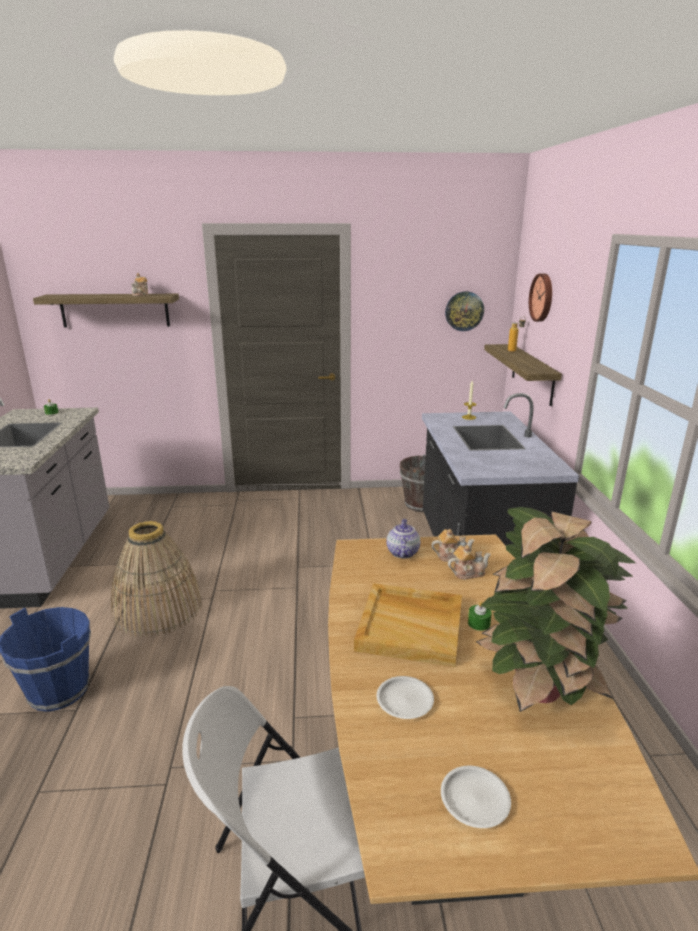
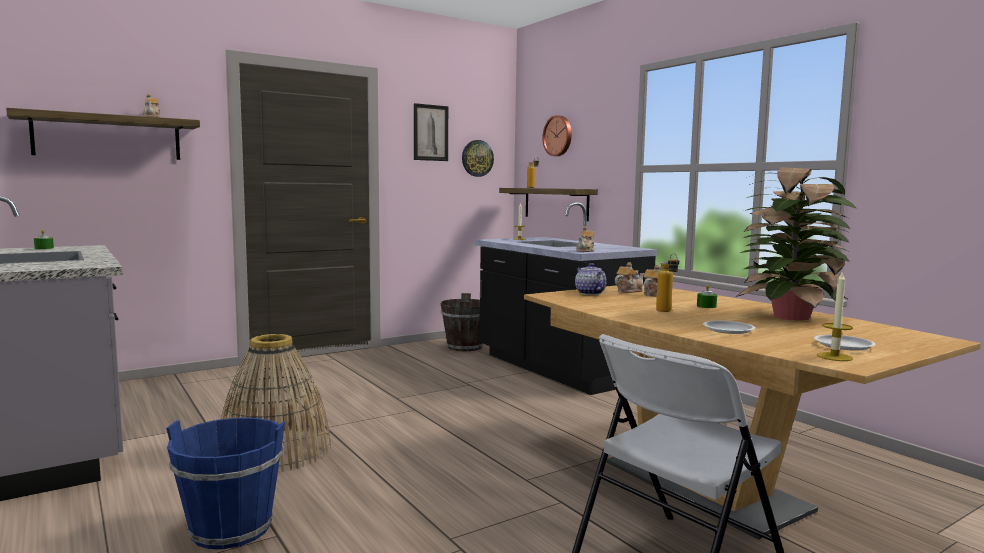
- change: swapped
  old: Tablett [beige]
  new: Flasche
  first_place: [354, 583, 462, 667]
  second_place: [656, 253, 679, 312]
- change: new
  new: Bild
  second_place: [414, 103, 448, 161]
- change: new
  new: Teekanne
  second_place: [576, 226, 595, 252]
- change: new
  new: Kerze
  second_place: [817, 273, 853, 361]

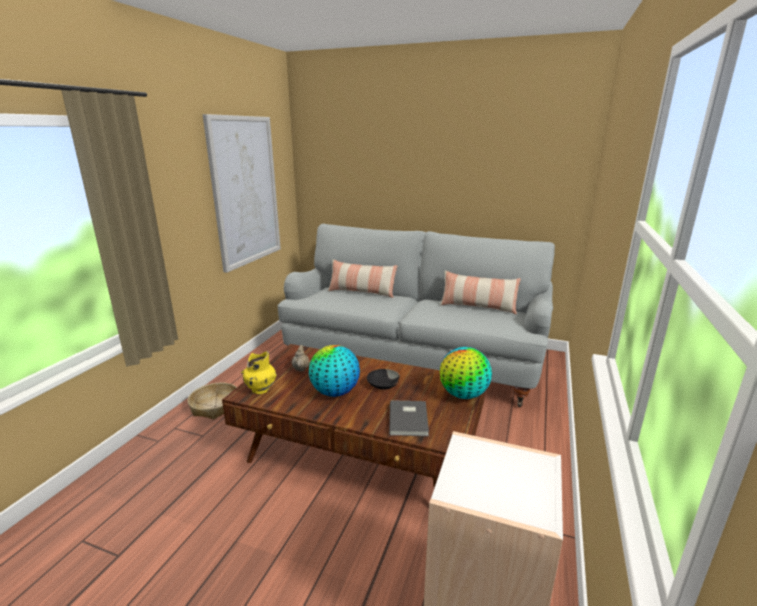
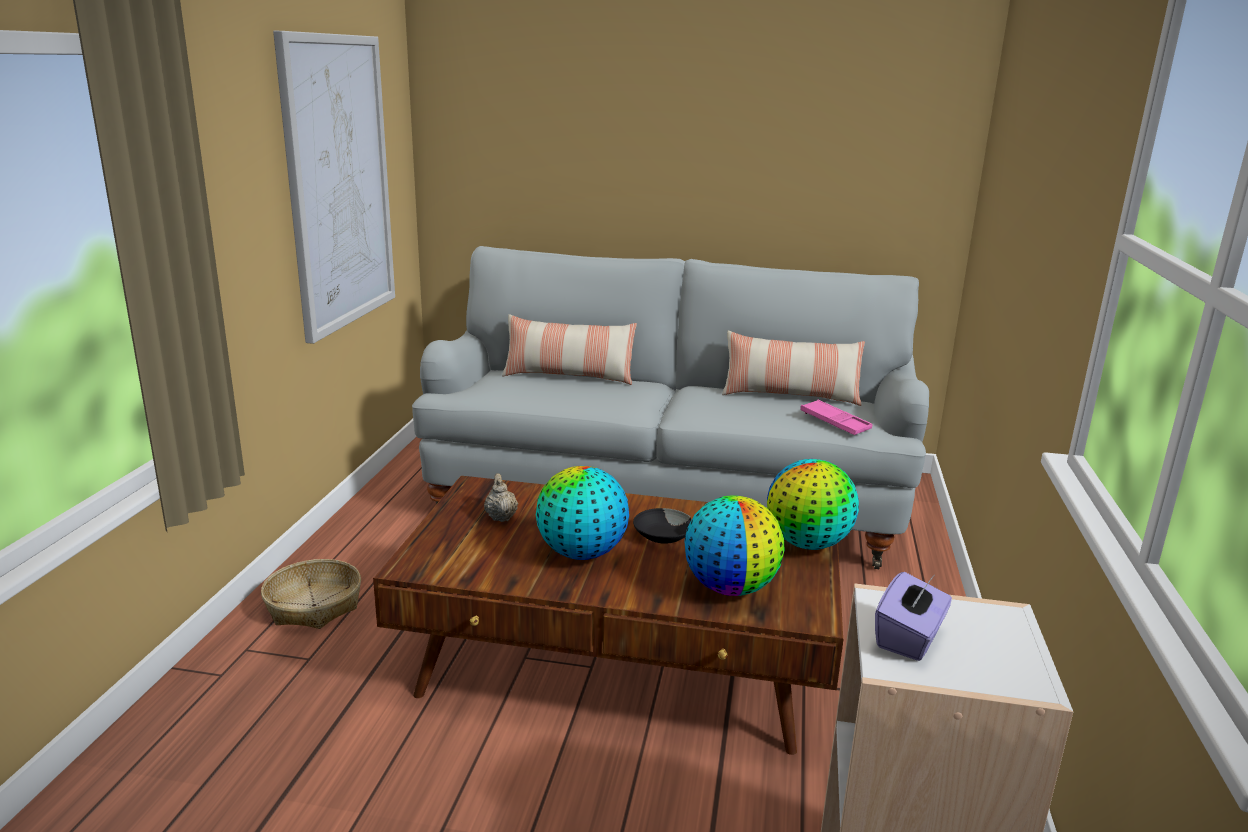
- change: gone
  old: Vase [gelb]
  first_place: [241, 351, 277, 394]
- change: swapped
  old: Buch [grau]
  new: Globus
  first_place: [389, 400, 429, 436]
  second_place: [684, 495, 785, 596]
- change: new
  new: Tablett [rosa]
  second_place: [800, 400, 872, 435]
- change: new
  new: Taschentuchbox [lila]
  second_place: [875, 572, 952, 661]

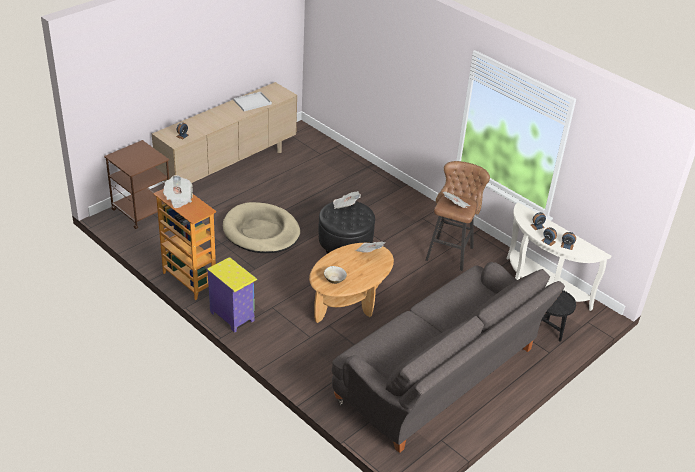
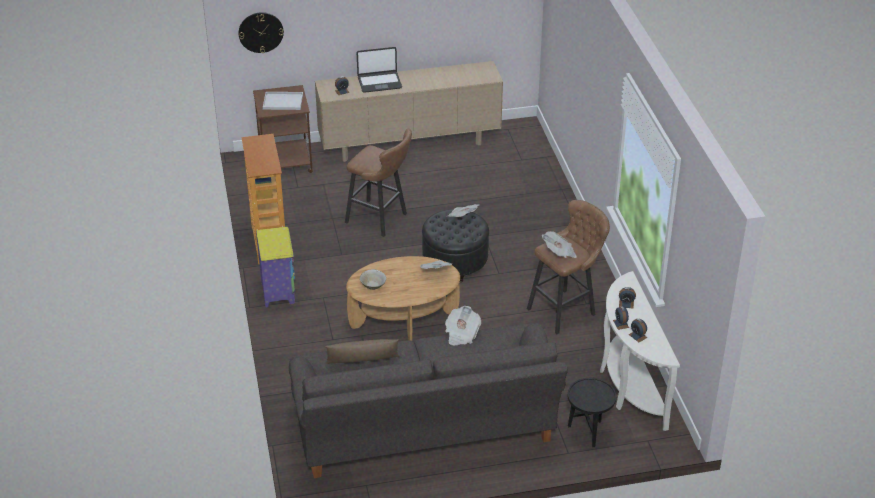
- change: shifted
  old: Tablett [weiß]
  first_place: [233, 92, 272, 111]
  second_place: [263, 92, 303, 110]
- change: shifted
  old: Zeitung
  first_place: [163, 175, 193, 208]
  second_place: [445, 306, 481, 346]
- change: swapped
  old: Hundebett [beige]
  new: Hocker [braun]
  first_place: [223, 202, 300, 253]
  second_place: [345, 129, 412, 237]
- change: new
  new: Wanduhr
  second_place: [239, 12, 284, 53]
- change: new
  new: Laptop
  second_place: [357, 47, 402, 93]
- change: new
  new: Kissen [braun]
  second_place: [325, 339, 399, 364]

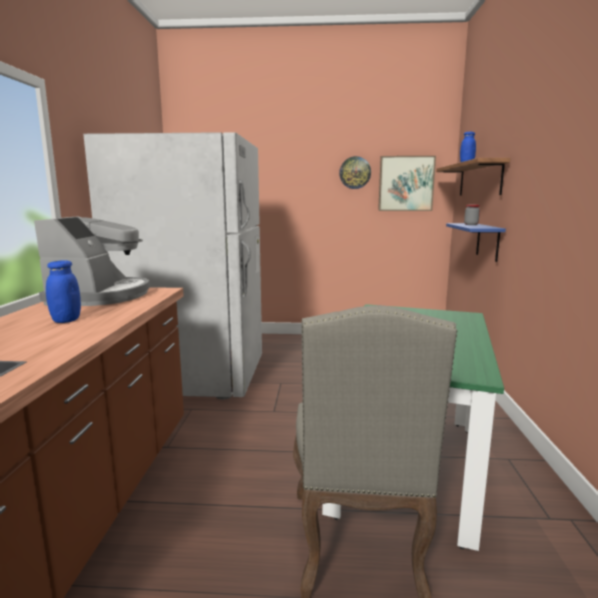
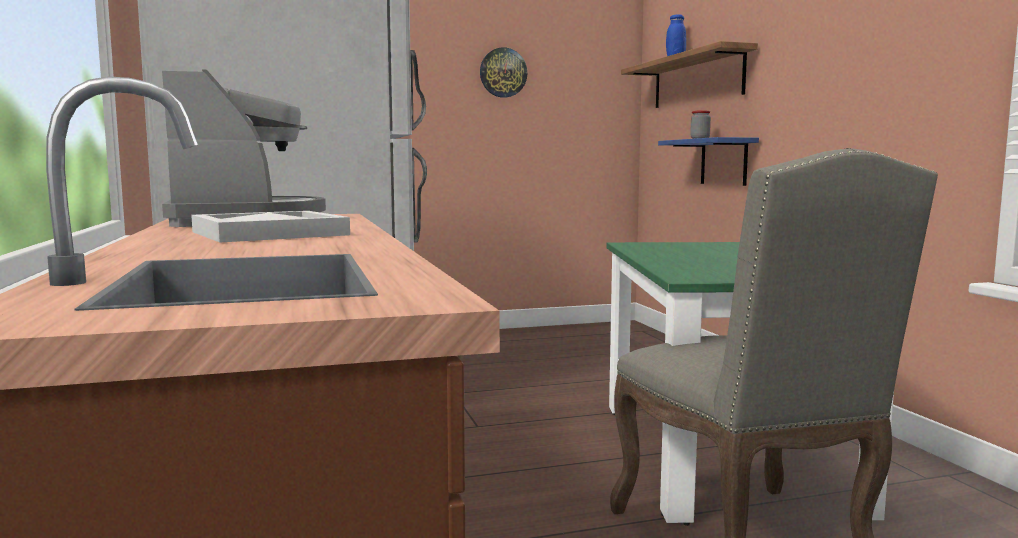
- change: gone
  old: Bild
  first_place: [378, 156, 436, 211]
- change: swapped
  old: Vorratsglas [blau]
  new: Tablett [weiß]
  first_place: [46, 260, 81, 323]
  second_place: [191, 211, 350, 243]

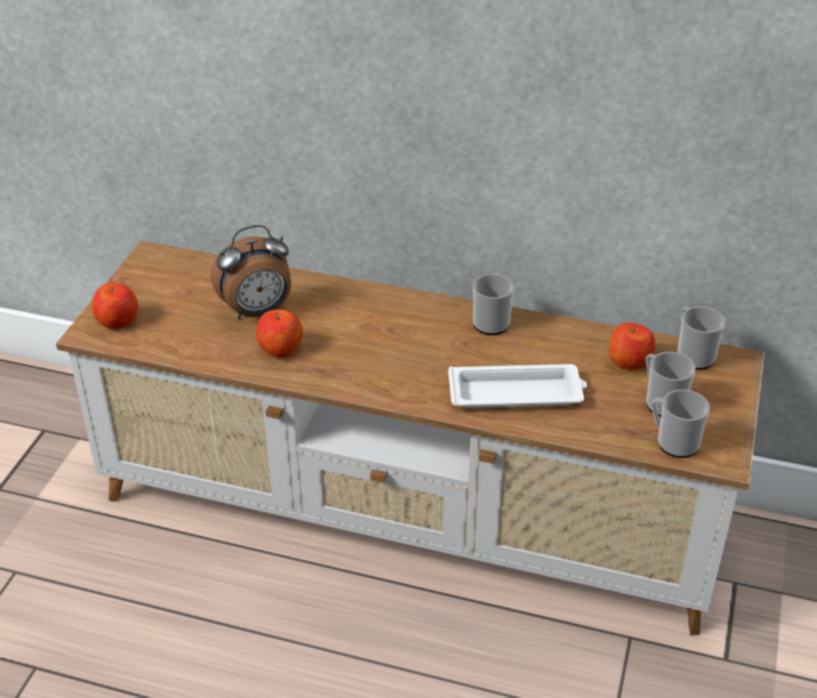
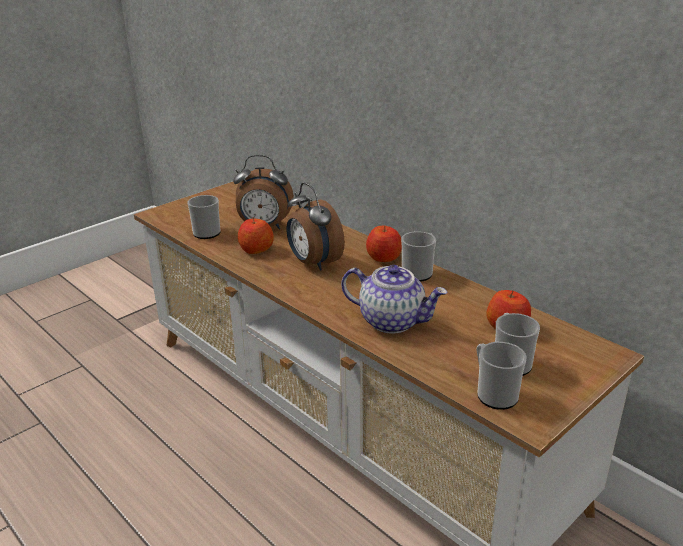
- change: shifted
  old: Apfel
  first_place: [92, 283, 138, 329]
  second_place: [366, 226, 402, 262]
- change: shifted
  old: Henkelbecher
  first_place: [677, 306, 726, 370]
  second_place: [187, 195, 221, 239]
- change: swapped
  old: Tablett [weiß]
  new: Teekanne
  first_place: [448, 364, 587, 408]
  second_place: [341, 265, 447, 334]
- change: new
  new: Wecker
  second_place: [287, 182, 345, 271]

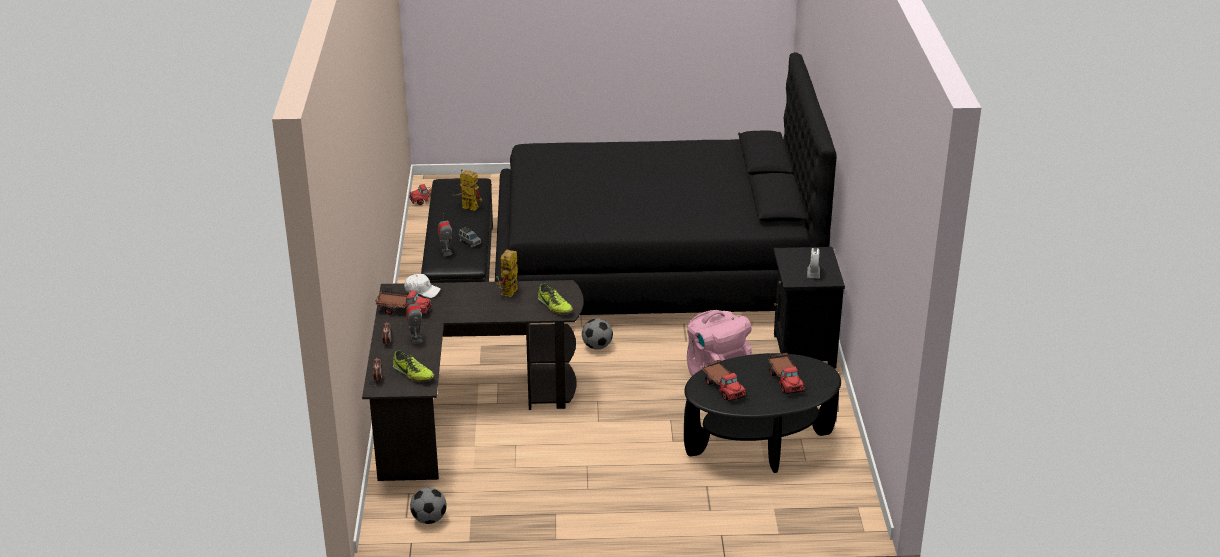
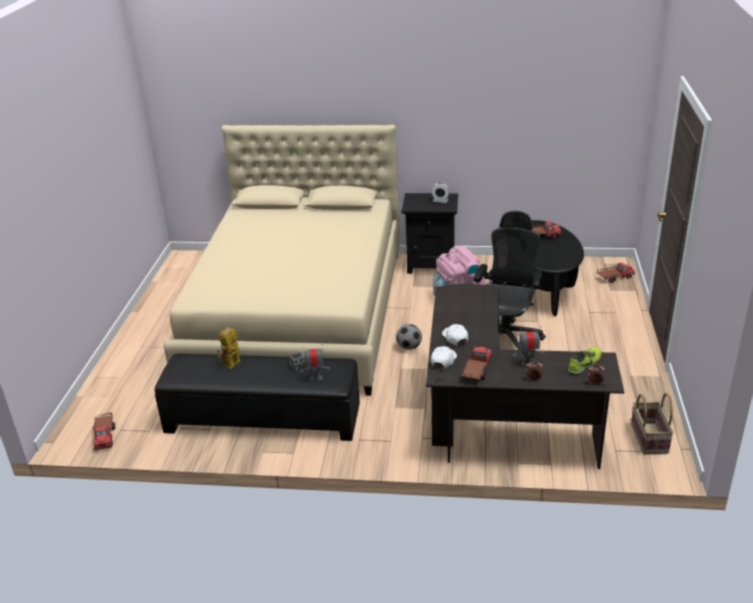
- change: repainted
  old: Bett [schwarz]
  new: Bett [beige]
  first_place: [495, 52, 837, 315]
  second_place: [163, 125, 400, 396]
- change: gone
  old: Spielzeugroboter
  first_place: [496, 250, 518, 297]
- change: gone
  old: Schuh
  first_place: [538, 283, 573, 314]
- change: shifted
  old: Spielzeuglaster
  first_place: [702, 360, 747, 401]
  second_place: [597, 262, 635, 283]
- change: swapped
  old: Fußball
  new: Korb
  first_place: [410, 487, 447, 524]
  second_place: [631, 393, 674, 455]
- change: new
  new: Bürostuhl
  second_place: [474, 211, 546, 350]
- change: new
  new: Kappe [weiß]
  second_place: [442, 324, 468, 346]

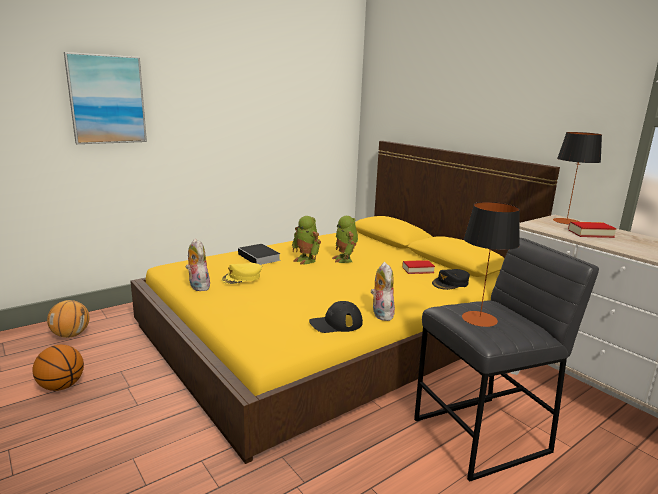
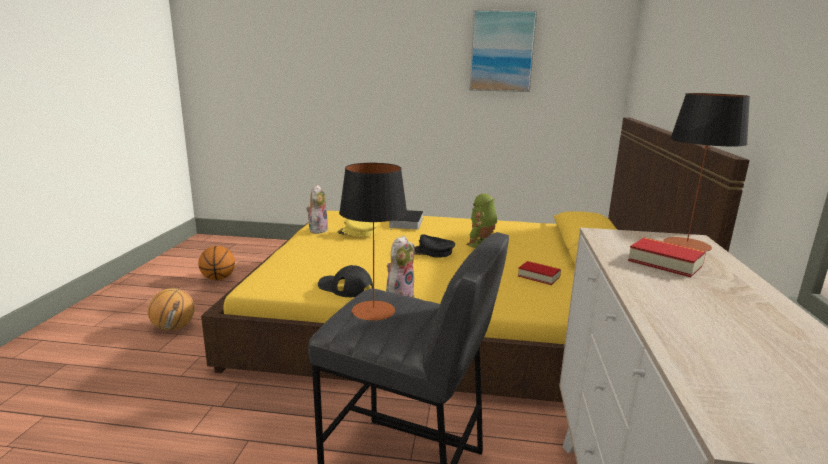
- change: shifted
  old: Bild
  first_place: [64, 52, 147, 144]
  second_place: [469, 10, 537, 92]
- change: gone
  old: Spielzeugroboter
  first_place: [292, 216, 321, 265]
- change: shifted
  old: Kappe [schwarz]
  first_place: [432, 269, 470, 290]
  second_place: [414, 234, 455, 258]
- change: shifted
  old: Basketball
  first_place: [47, 300, 90, 338]
  second_place: [148, 288, 195, 331]

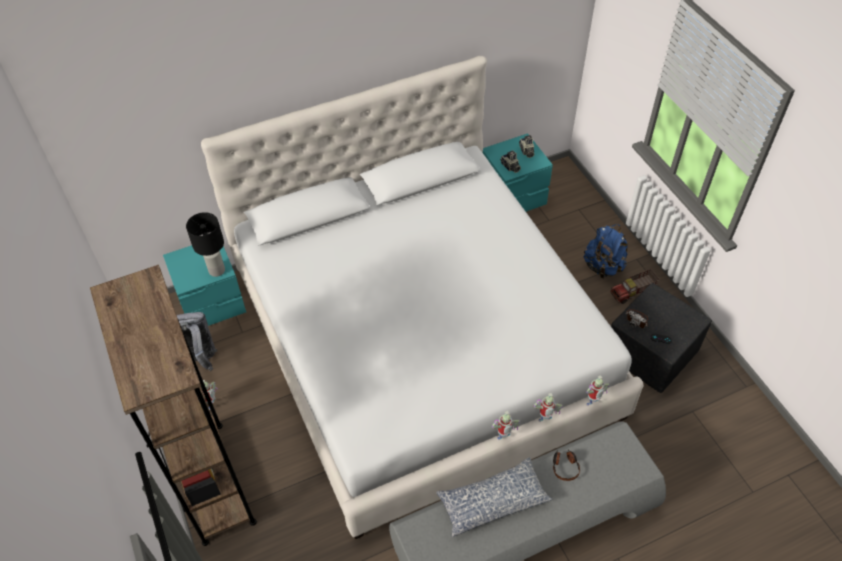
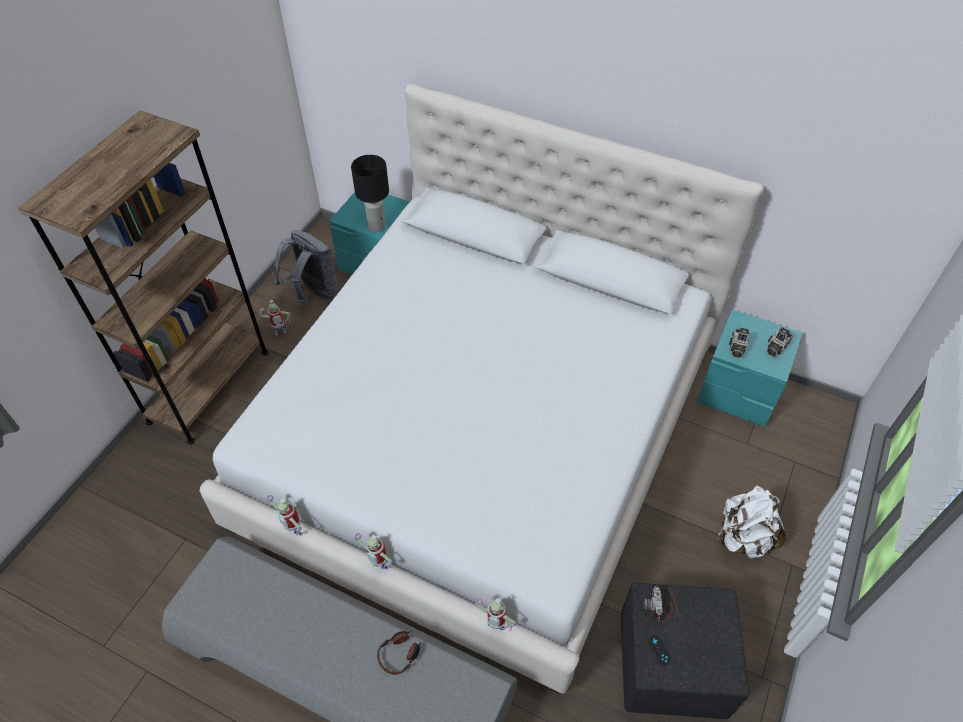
- change: repainted
  old: Rucksack [blau]
  new: Rucksack [weiß]
  first_place: [584, 224, 628, 279]
  second_place: [718, 485, 786, 559]
- change: gone
  old: Spielzeuglaster
  first_place: [610, 269, 660, 304]
- change: shifted
  old: Spielzeugroboter
  first_place: [534, 393, 563, 422]
  second_place: [267, 495, 303, 536]
- change: gone
  old: Kissen
  first_place: [436, 457, 553, 537]

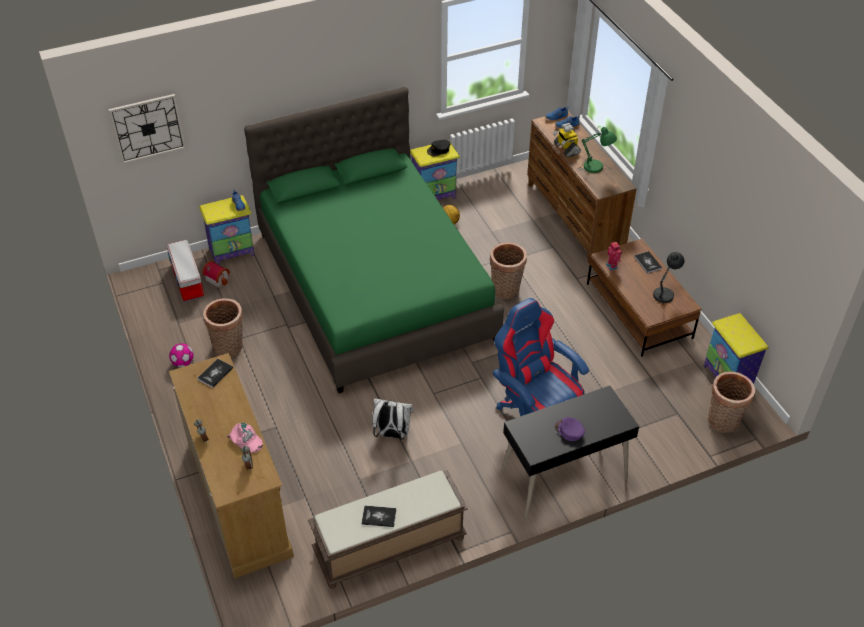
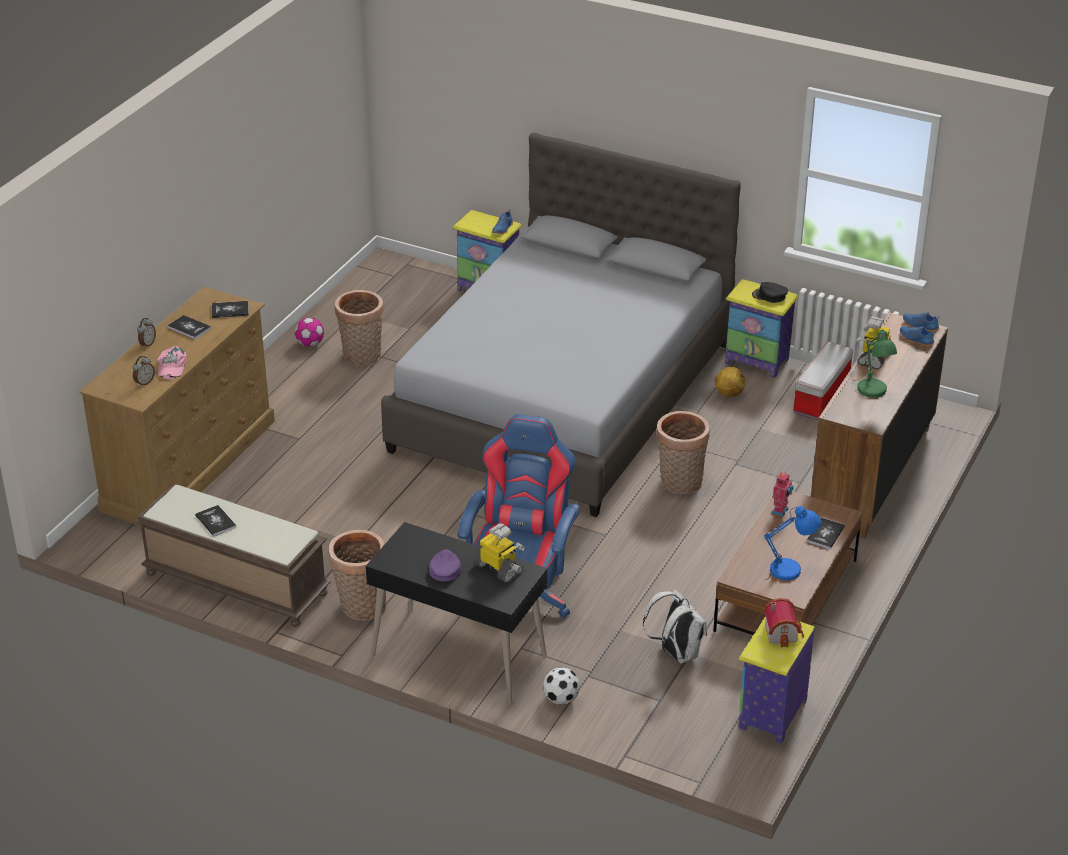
- change: repainted
  old: Bett [grün]
  new: Bett [grau]
  first_place: [244, 87, 504, 393]
  second_place: [381, 133, 741, 517]
- change: gone
  old: Wanduhr
  first_place: [108, 94, 186, 164]
- change: shifted
  old: Aufbewahrungsbox
  first_place: [167, 240, 204, 302]
  second_place: [793, 342, 853, 420]
- change: repainted
  old: Tischlampe [grau]
  new: Tischlampe [blau]
  first_place: [653, 252, 685, 304]
  second_place: [764, 506, 821, 580]
- change: shifted
  old: Spielzeughaus
  first_place: [202, 261, 230, 287]
  second_place: [763, 598, 804, 648]
- change: shifted
  old: Korb
  first_place: [707, 371, 755, 433]
  second_place: [329, 530, 386, 620]
- change: shifted
  old: Rucksack [weiß]
  first_place: [372, 399, 413, 440]
  second_place: [643, 589, 707, 664]
- change: new
  new: Buch
  second_place: [167, 315, 211, 340]
- change: new
  new: Spielzeugroboter
  second_place: [473, 523, 525, 583]
- change: new
  new: Fußball
  second_place: [543, 667, 580, 705]

